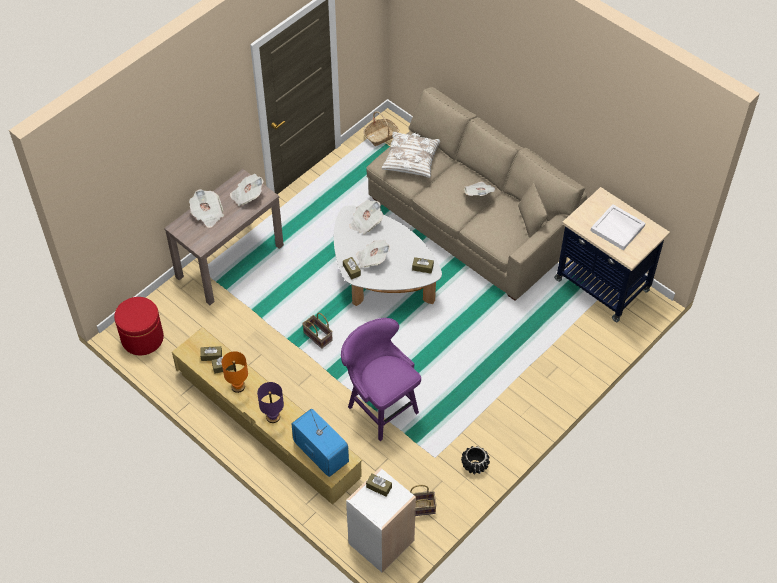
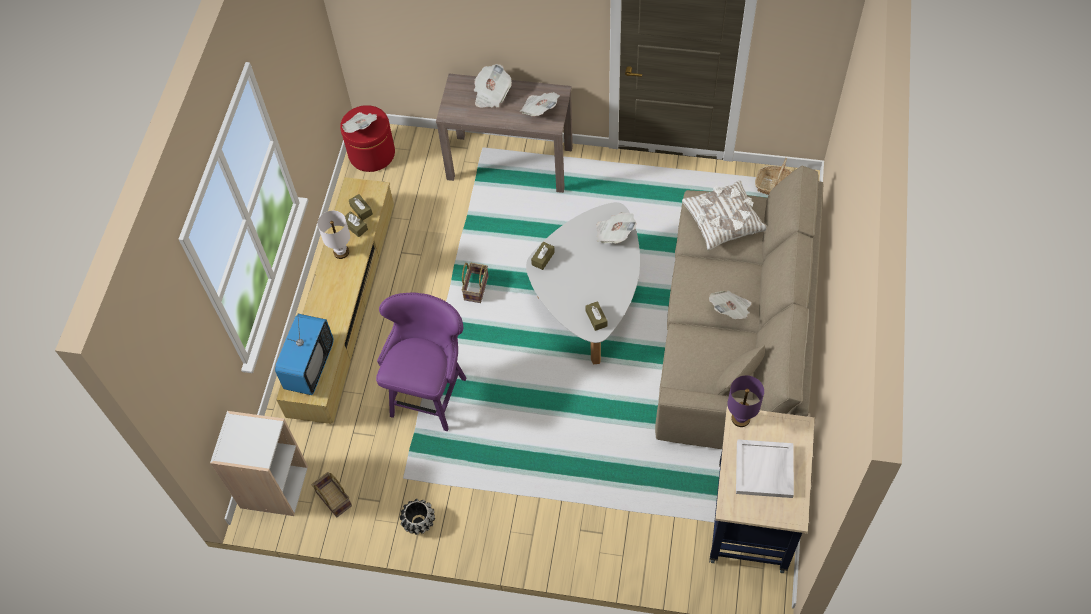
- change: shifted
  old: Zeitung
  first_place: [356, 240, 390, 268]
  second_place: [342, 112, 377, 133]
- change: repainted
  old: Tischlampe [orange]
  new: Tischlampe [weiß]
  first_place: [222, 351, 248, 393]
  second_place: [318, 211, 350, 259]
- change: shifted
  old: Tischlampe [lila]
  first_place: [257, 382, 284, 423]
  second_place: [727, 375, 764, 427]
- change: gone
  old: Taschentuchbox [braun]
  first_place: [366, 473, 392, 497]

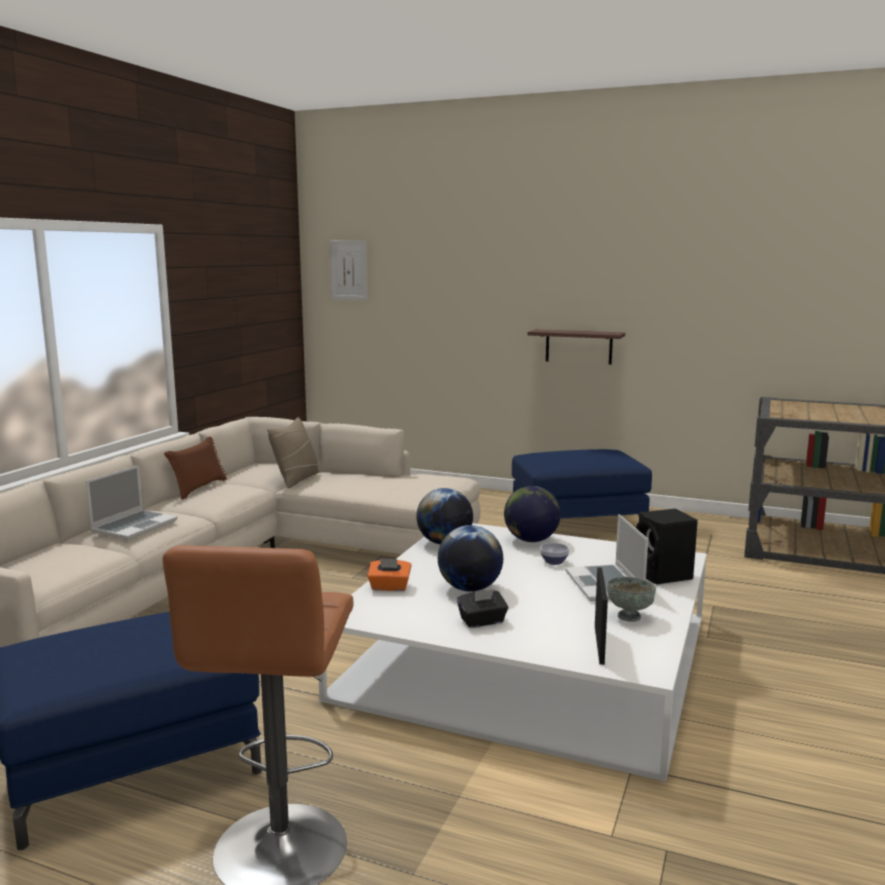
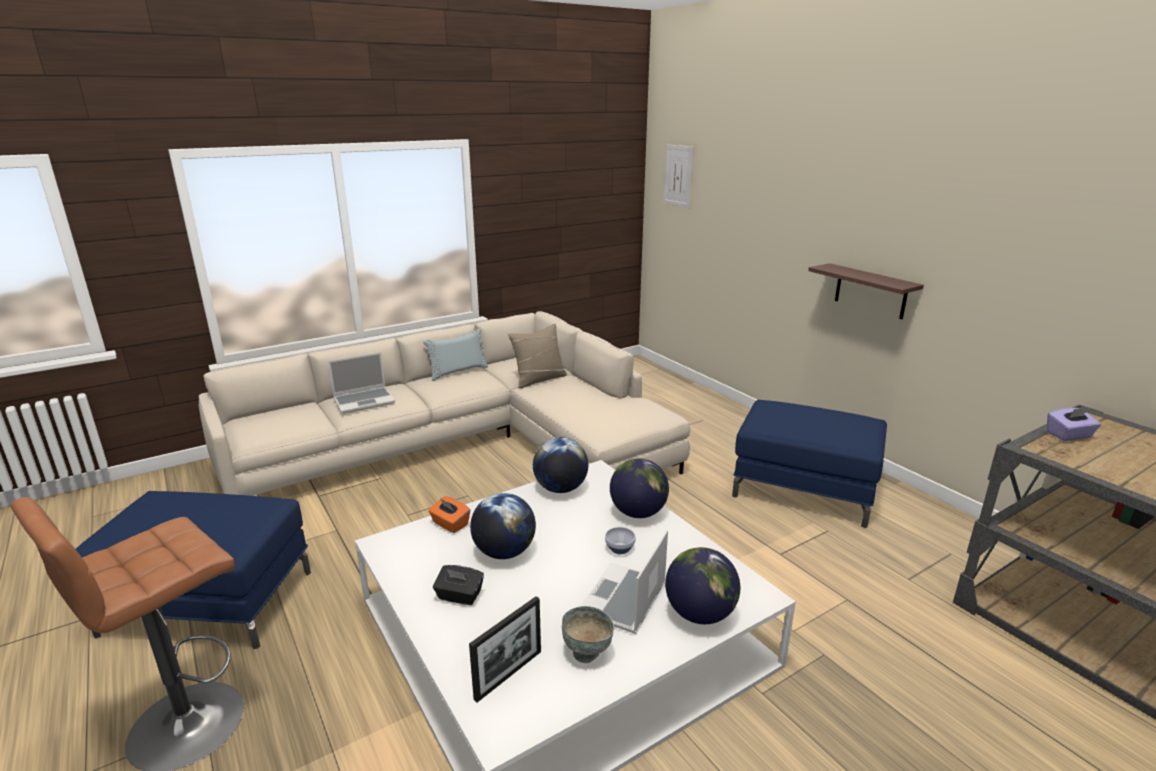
- change: repainted
  old: Kissen [braun]
  new: Kissen [blau]
  first_place: [164, 436, 227, 500]
  second_place: [423, 329, 488, 381]
- change: swapped
  old: Lautsprecher [schwarz]
  new: Globus
  first_place: [636, 509, 698, 585]
  second_place: [665, 547, 740, 624]
- change: new
  new: Taschentuchbox [lila]
  second_place: [1047, 408, 1101, 441]

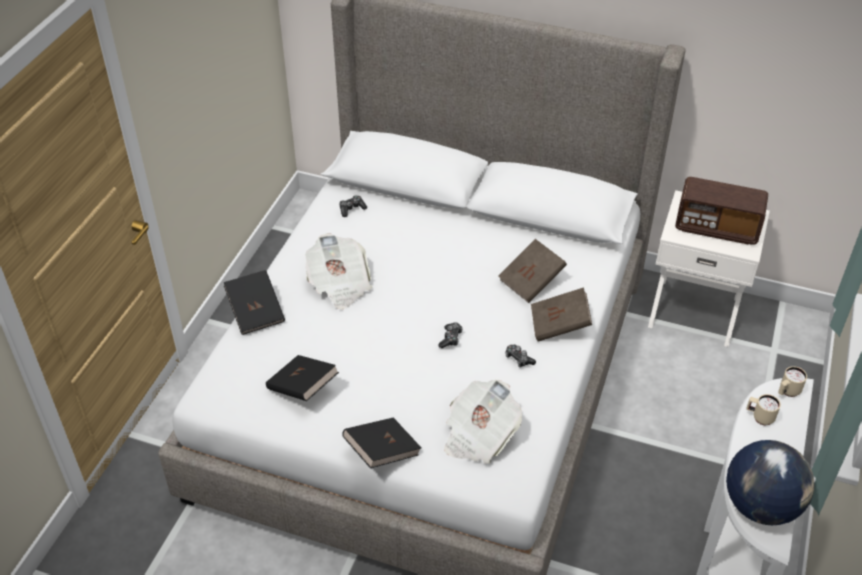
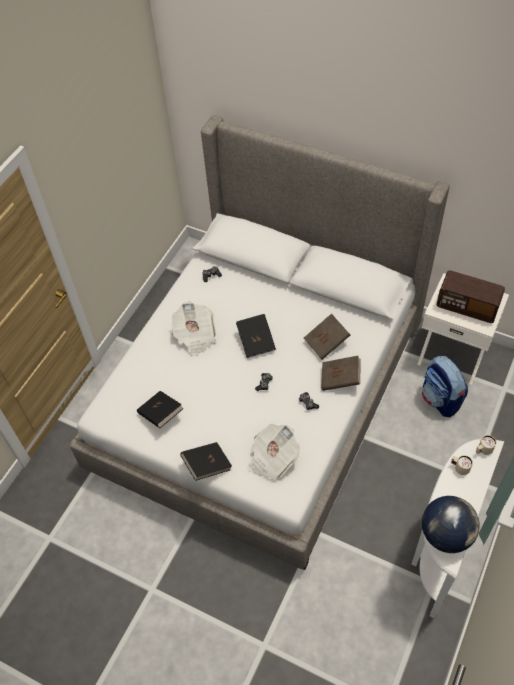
- change: shifted
  old: Buch [schwarz]
  first_place: [224, 270, 285, 335]
  second_place: [236, 314, 276, 358]
- change: new
  new: Rucksack
  second_place: [422, 356, 468, 417]

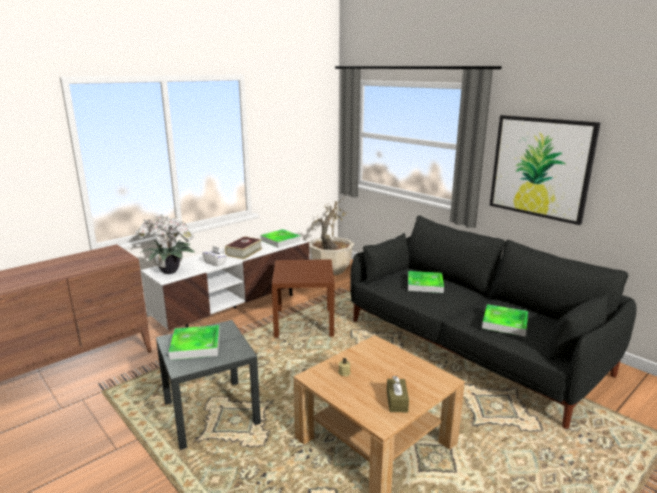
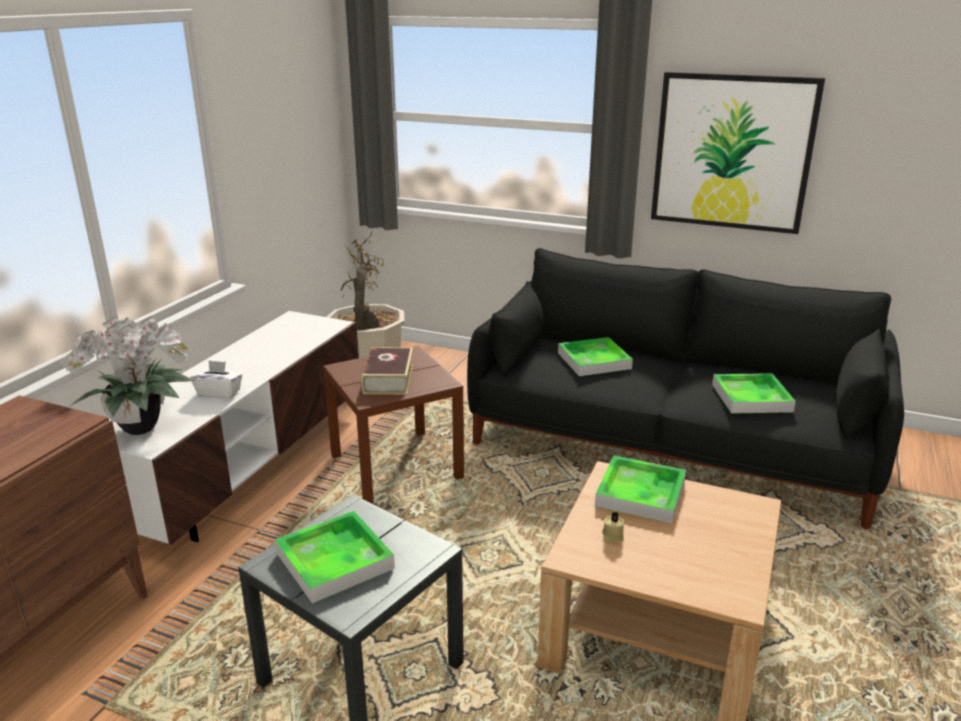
- change: shifted
  old: Tablett
  first_place: [260, 229, 301, 248]
  second_place: [595, 455, 686, 523]
- change: shifted
  old: Buch
  first_place: [225, 236, 263, 259]
  second_place: [361, 347, 414, 394]
- change: gone
  old: Taschentuchbox [braun]
  first_place: [387, 376, 409, 412]

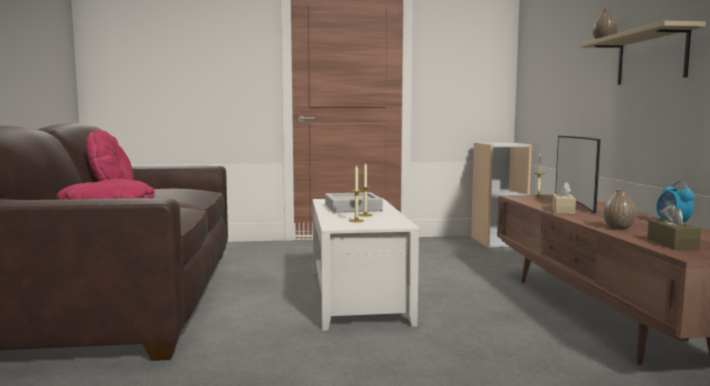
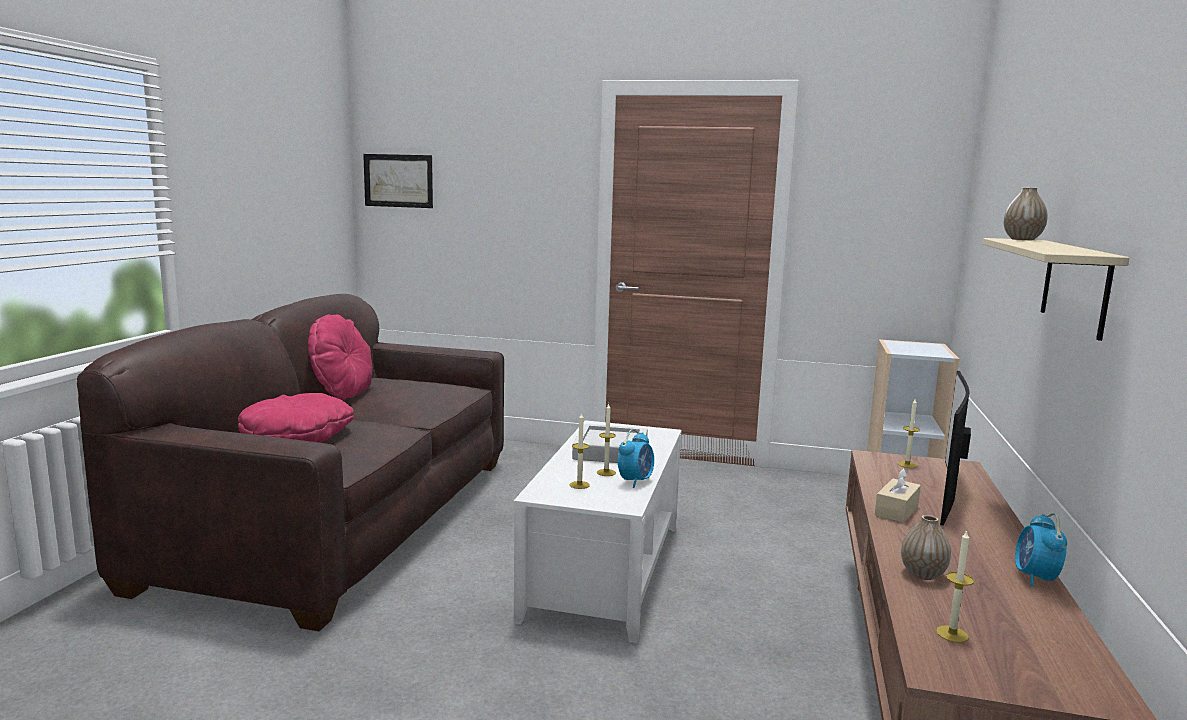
- change: swapped
  old: Taschentuchbox [braun]
  new: Kerze
  first_place: [647, 204, 701, 249]
  second_place: [936, 530, 974, 643]
- change: new
  new: Bild
  second_place: [363, 154, 433, 208]
- change: new
  new: Wecker
  second_place: [618, 429, 654, 488]

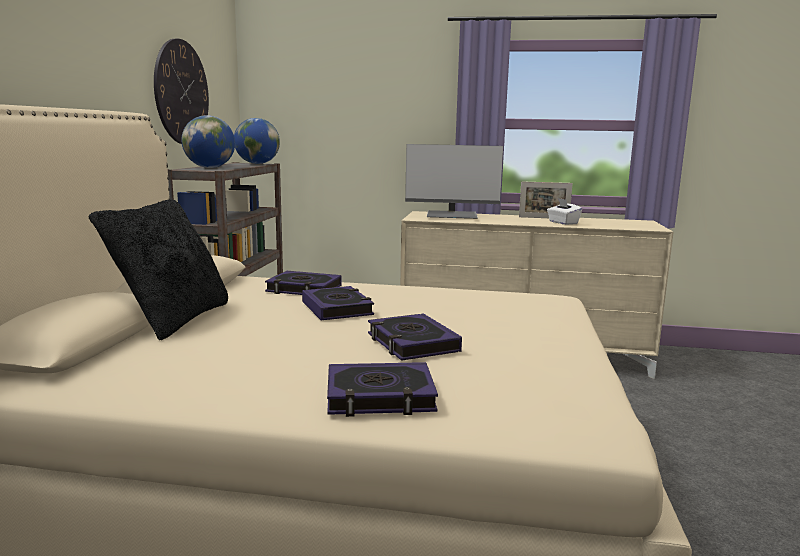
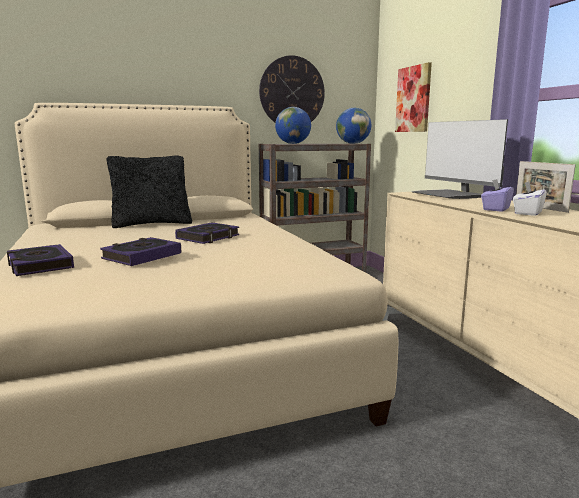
- change: gone
  old: Buch
  first_place: [265, 271, 341, 295]
- change: new
  new: Bild
  second_place: [395, 62, 432, 132]
- change: new
  new: Taschentuchbox [lila]
  second_place: [481, 179, 514, 212]

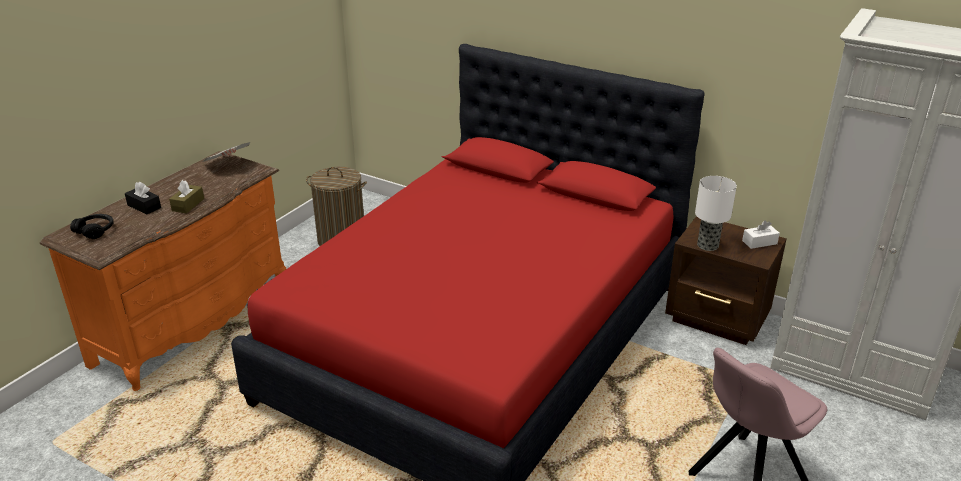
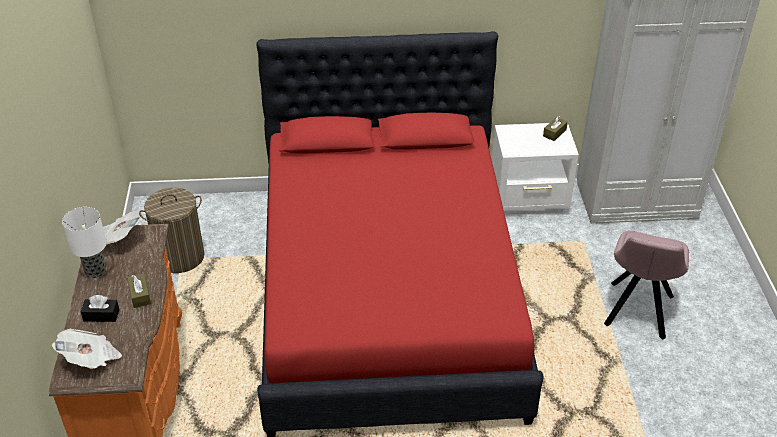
- change: shifted
  old: Tischlampe
  first_place: [695, 176, 737, 251]
  second_place: [62, 207, 107, 279]
- change: swapped
  old: Kopfhörer [schwarz]
  new: Zeitung
  first_place: [70, 214, 114, 239]
  second_place: [52, 329, 122, 369]
- change: repainted
  old: Nachttisch [braun]
  new: Nachttisch [weiß]
  first_place: [665, 216, 787, 345]
  second_place: [492, 123, 579, 215]
- change: repainted
  old: Taschentuchbox [weiß]
  new: Taschentuchbox [braun]
  first_place: [742, 221, 780, 249]
  second_place: [543, 116, 568, 141]

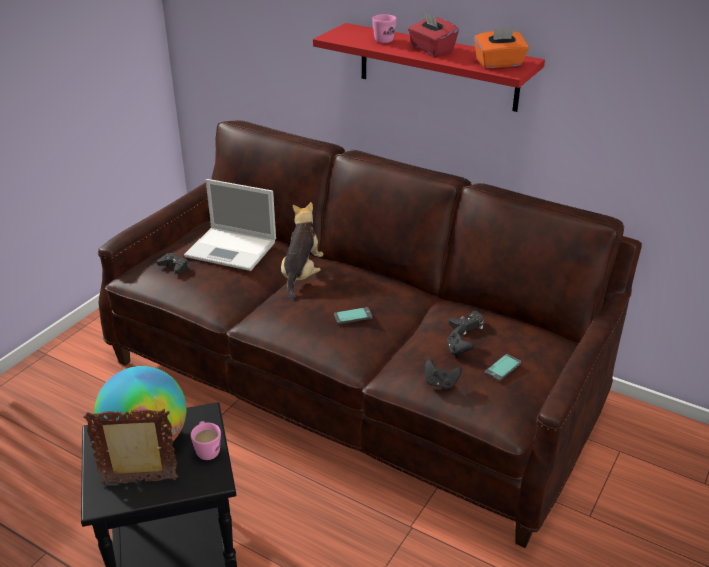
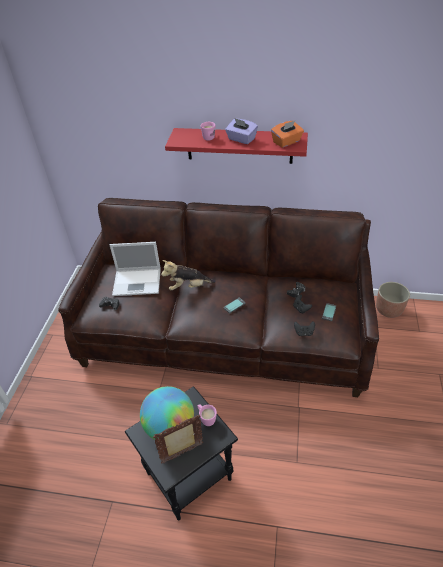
- change: repainted
  old: Taschentuchbox [rot]
  new: Taschentuchbox [lila]
  first_place: [408, 12, 459, 56]
  second_place: [225, 118, 258, 144]
- change: rotated
  old: Plüschtier
  first_place: [281, 202, 324, 301]
  second_place: [161, 260, 216, 290]
  degrees: -90
- change: new
  new: Pflanzkübel
  second_place: [376, 282, 410, 318]

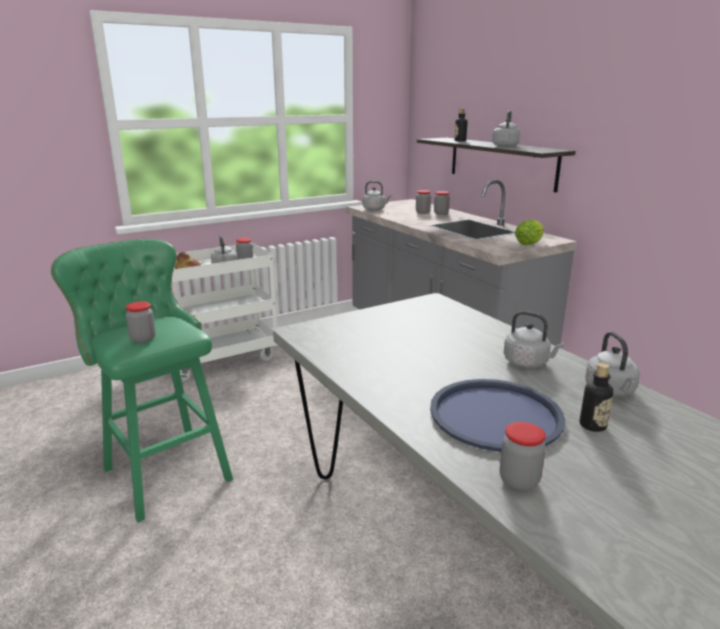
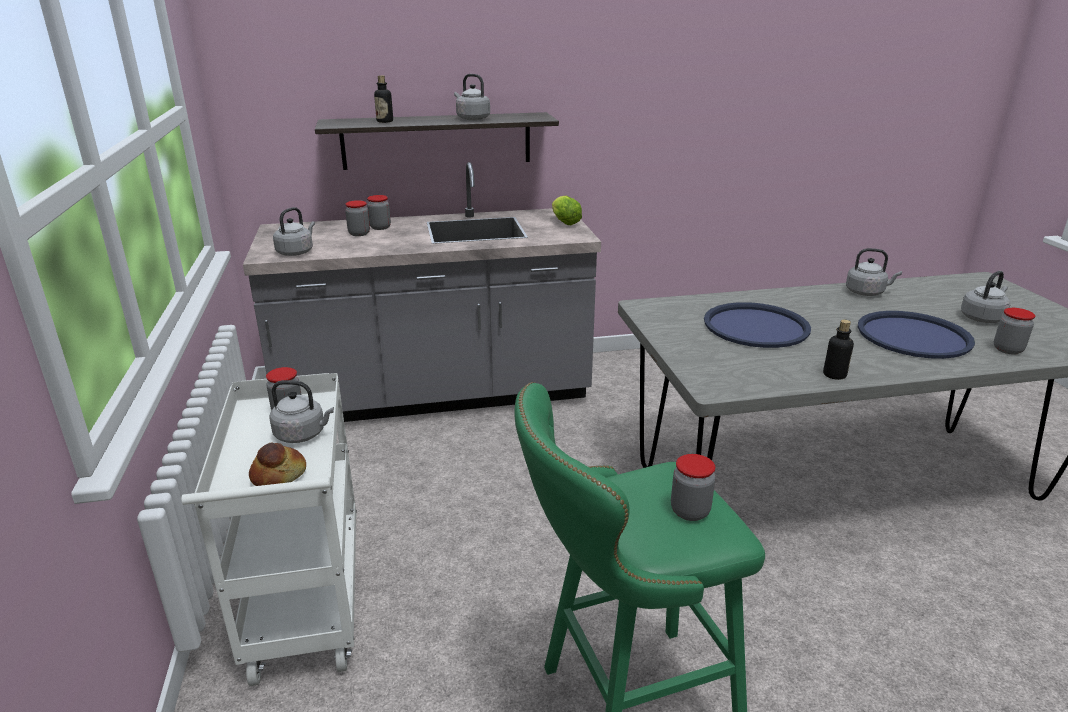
- change: shifted
  old: Wasserkessel [grau]
  first_place: [504, 311, 564, 368]
  second_place: [961, 271, 1010, 323]
- change: shifted
  old: Flasche
  first_place: [580, 363, 613, 432]
  second_place: [823, 320, 854, 380]
- change: new
  new: Tablett [blau]
  second_place: [704, 302, 811, 348]

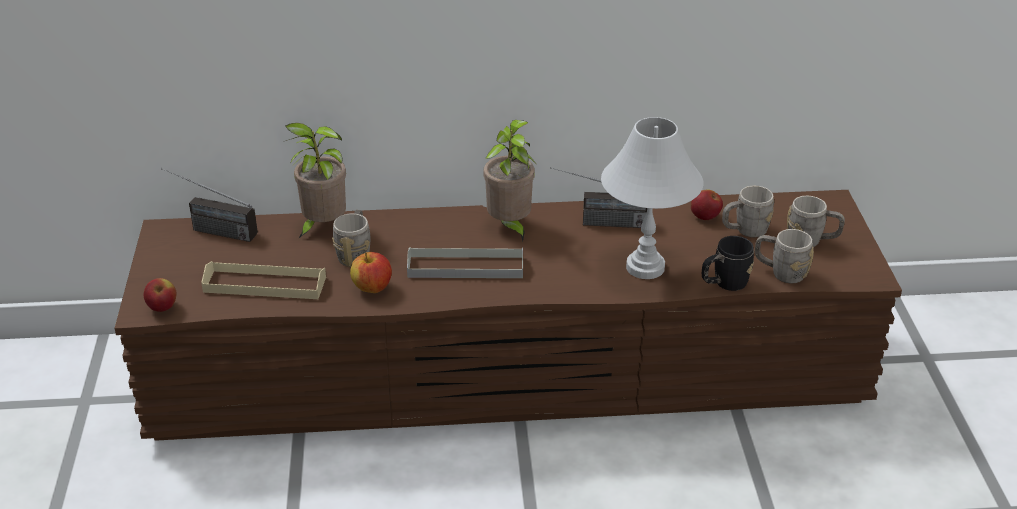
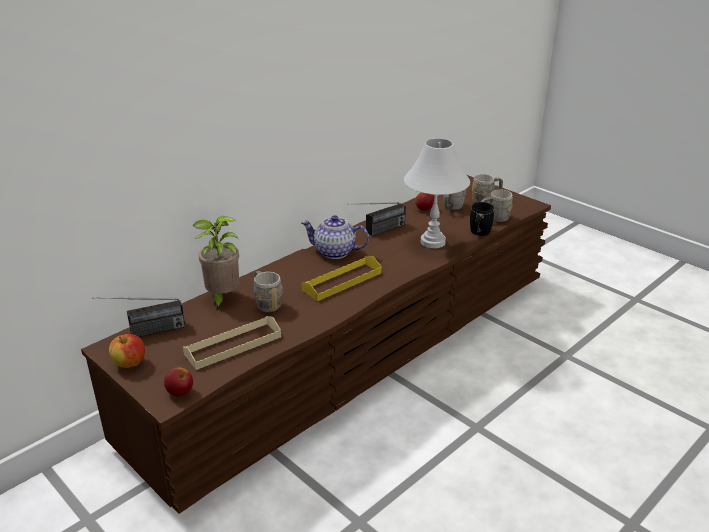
- change: swapped
  old: Topfpflanze
  new: Teekanne
  first_place: [483, 120, 535, 242]
  second_place: [301, 215, 369, 259]
- change: repainted
  old: Tablett [grau]
  new: Tablett [gelb]
  first_place: [407, 247, 523, 278]
  second_place: [302, 256, 381, 301]
- change: shifted
  old: Apfel
  first_place: [350, 252, 392, 293]
  second_place: [109, 334, 145, 368]

